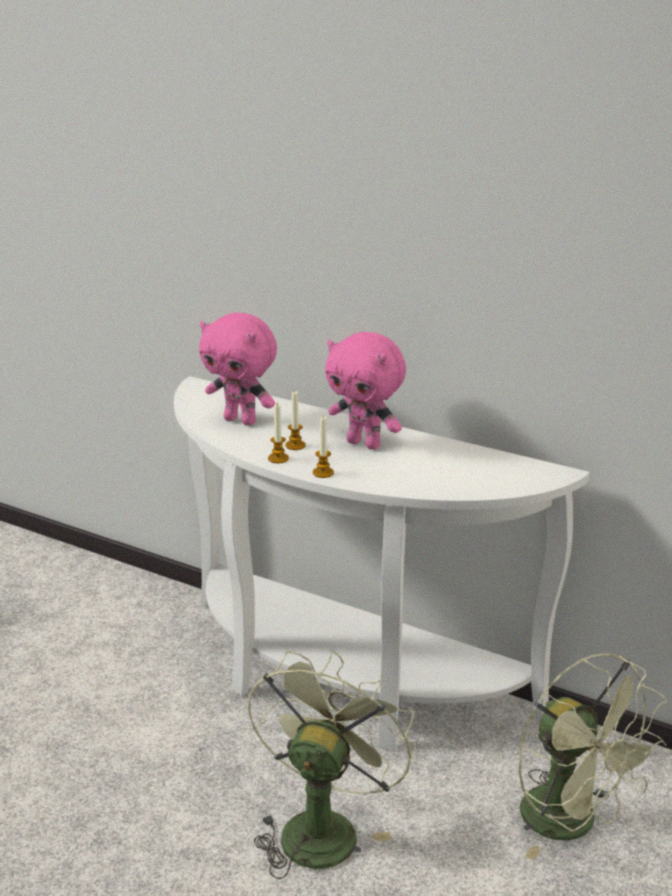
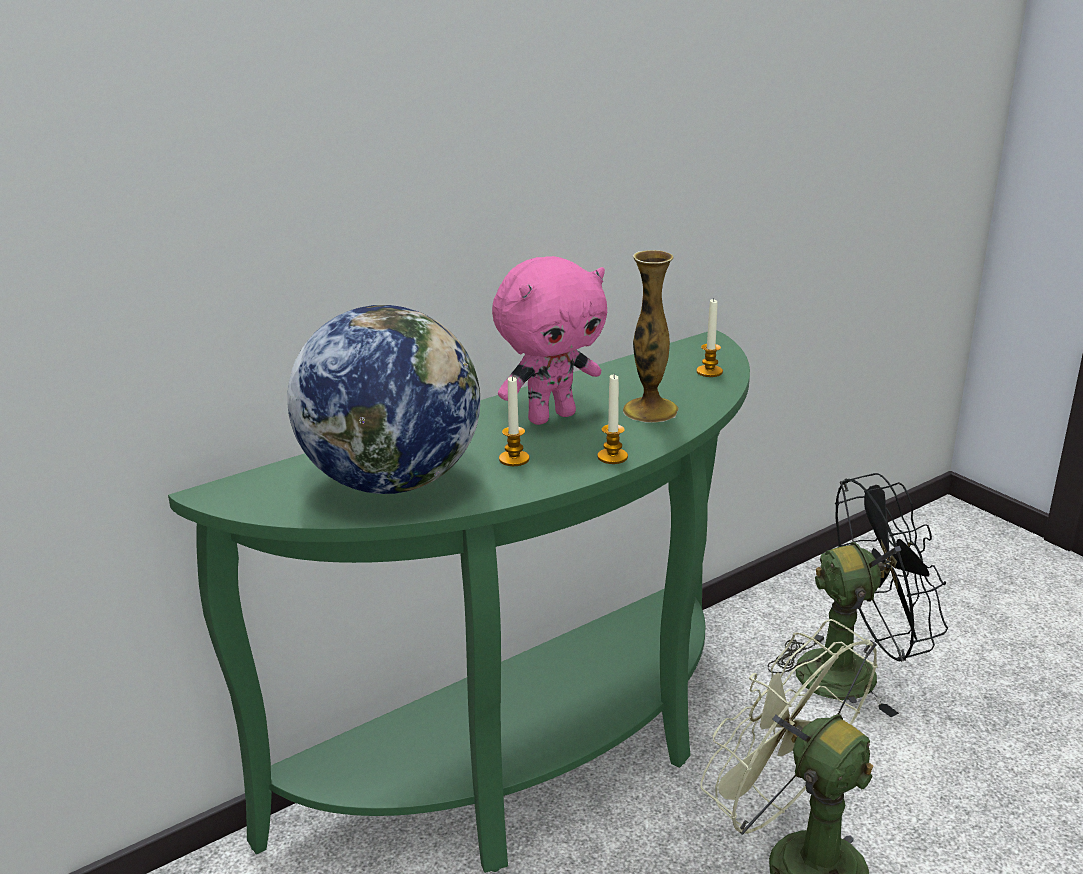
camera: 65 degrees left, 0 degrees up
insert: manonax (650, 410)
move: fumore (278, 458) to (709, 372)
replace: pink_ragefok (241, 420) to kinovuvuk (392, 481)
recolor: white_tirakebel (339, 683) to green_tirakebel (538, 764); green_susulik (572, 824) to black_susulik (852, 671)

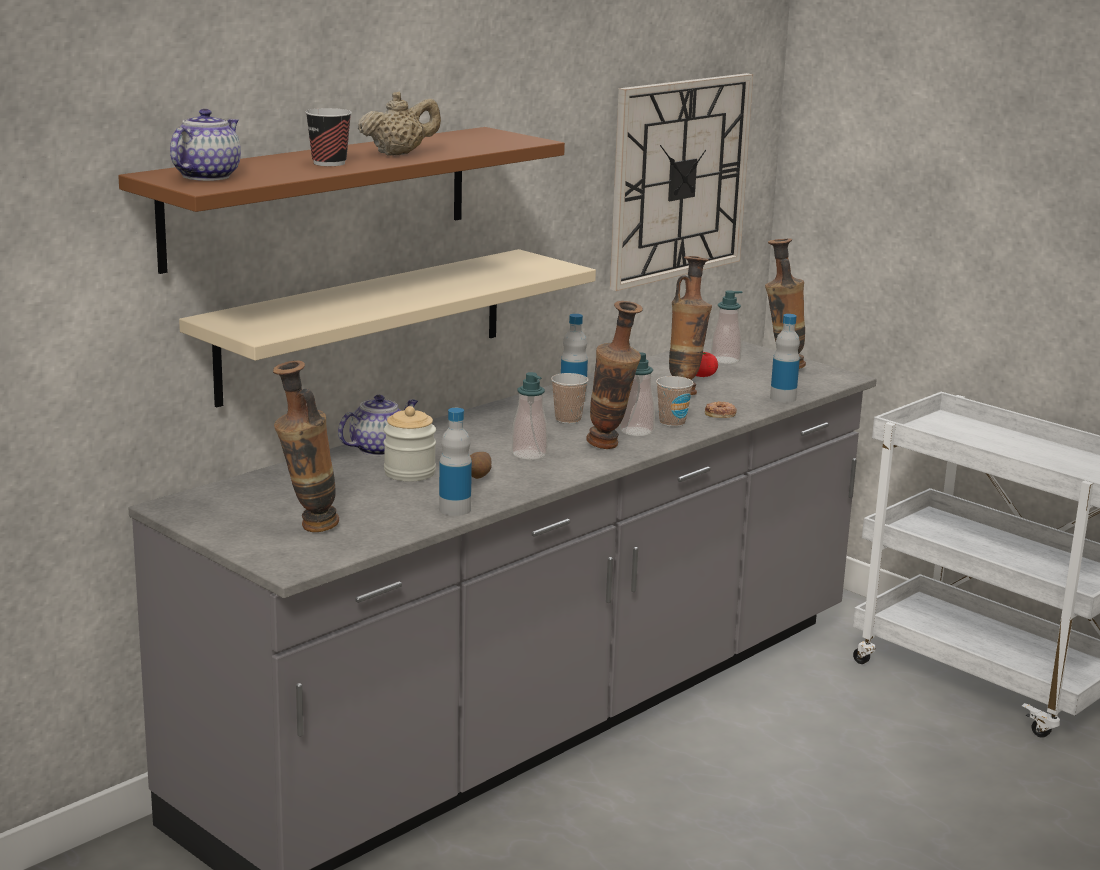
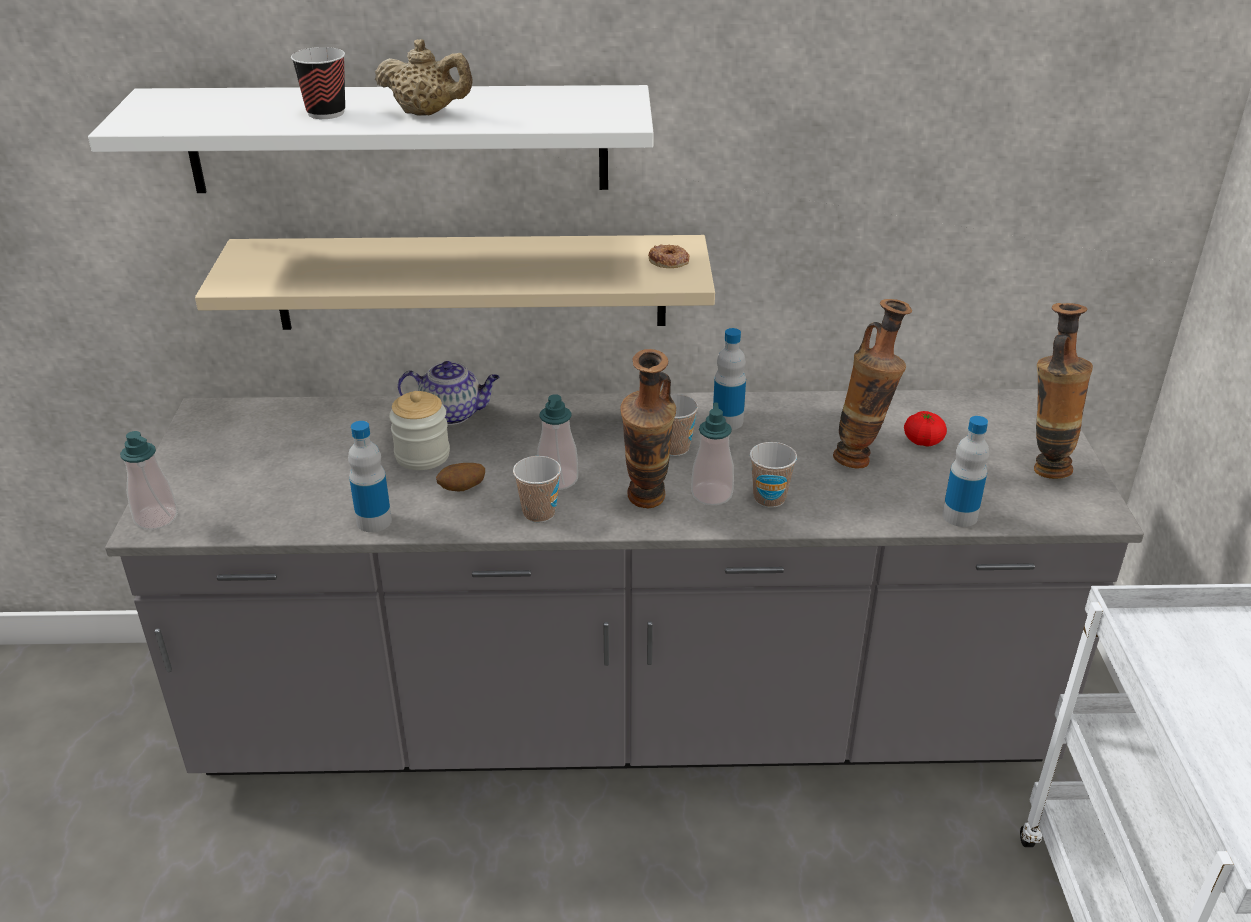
camera: 45 degrees right, 15 degrees up
delete: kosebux (207, 176); manonax (307, 528); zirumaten (679, 179)
insert: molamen (539, 513)
move: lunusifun (720, 414) to (668, 261); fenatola (725, 360) to (156, 518)
recolor: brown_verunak (319, 196) to white_verunak (398, 139)

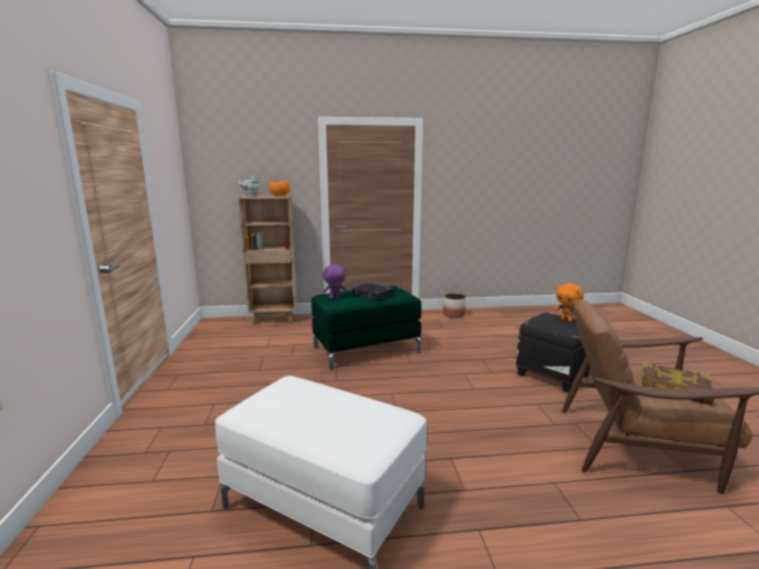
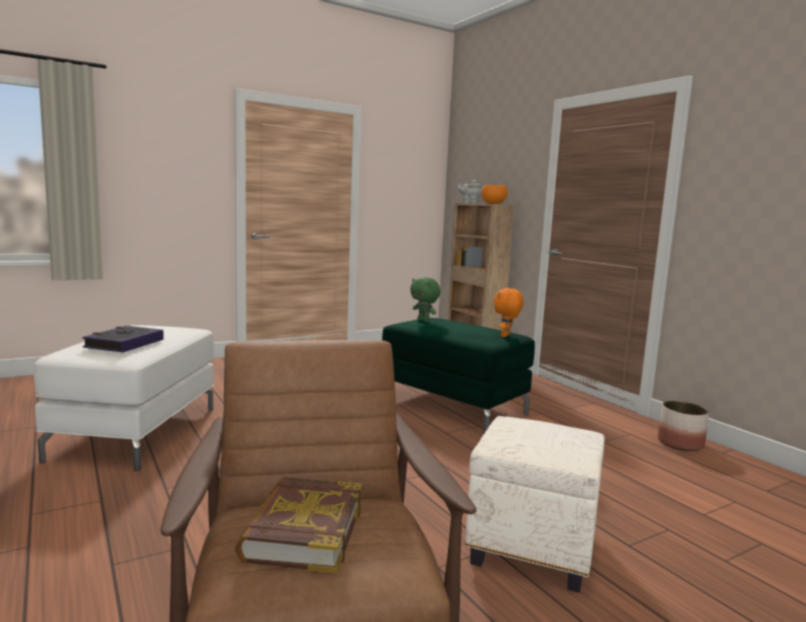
camera: 65 degrees right, 5 degrees down
move: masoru (372, 294) to (124, 344); orange_ragefok (566, 320) to (506, 336)
recolor: purple_ragefok (335, 298) to green_ragefok (424, 320); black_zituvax (554, 375) to white_zituvax (532, 548)

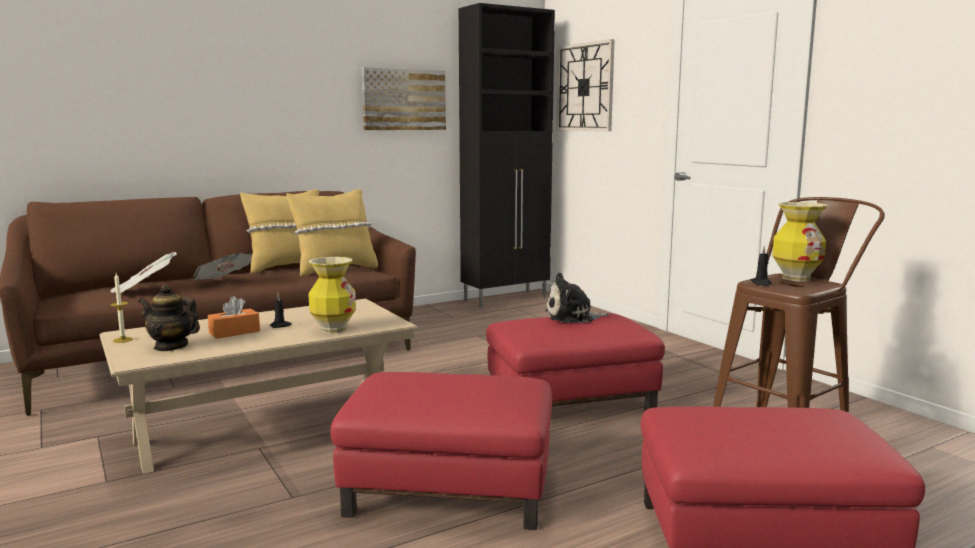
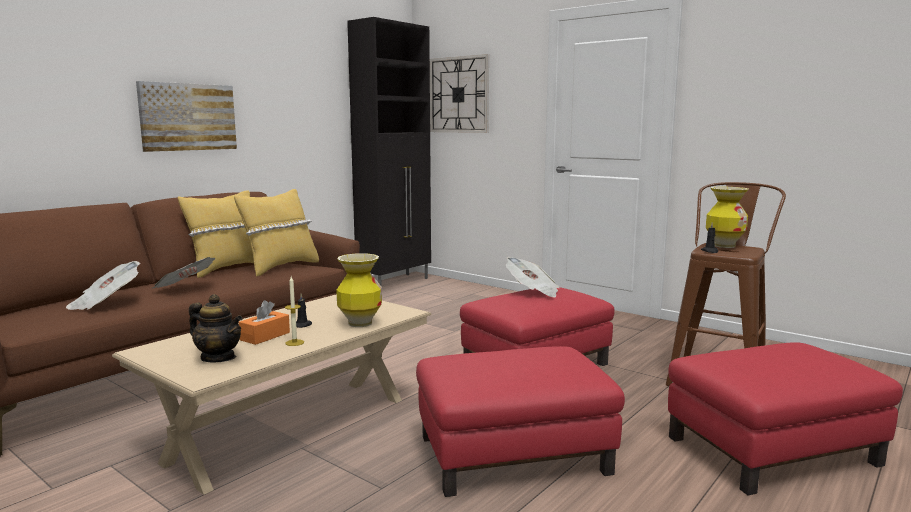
camera: 20 degrees left, 0 degrees up
move: fumore (123, 340) to (294, 342); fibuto (403, 99) to (187, 117)
replace: ragefok (573, 317) to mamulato (533, 291)
rotate: kosebux (171, 346) = (218, 358) 150 degrees counterclockwise

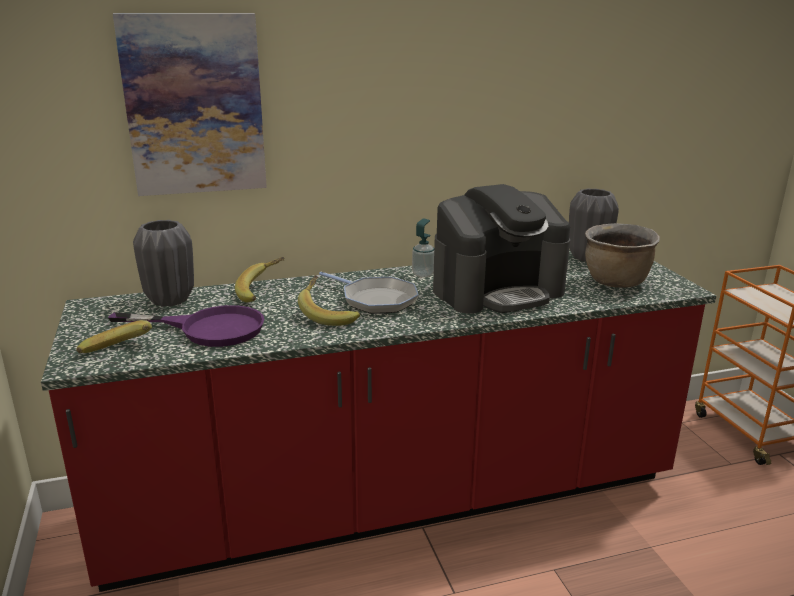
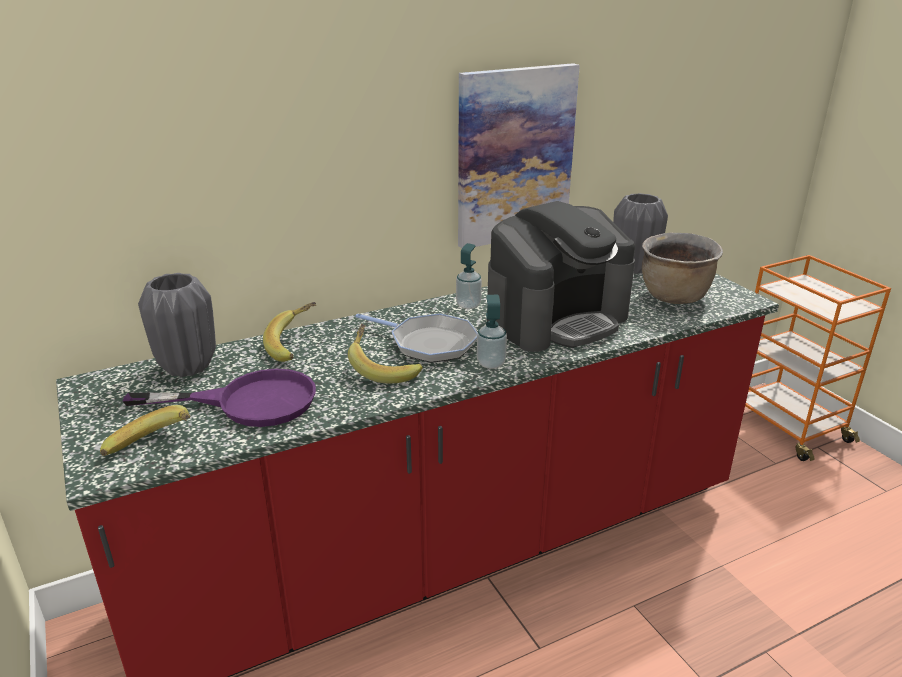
camera: 10 degrees left, 5 degrees up
insert: fenatola (491, 363)
move: fibuto (194, 105) to (514, 156)

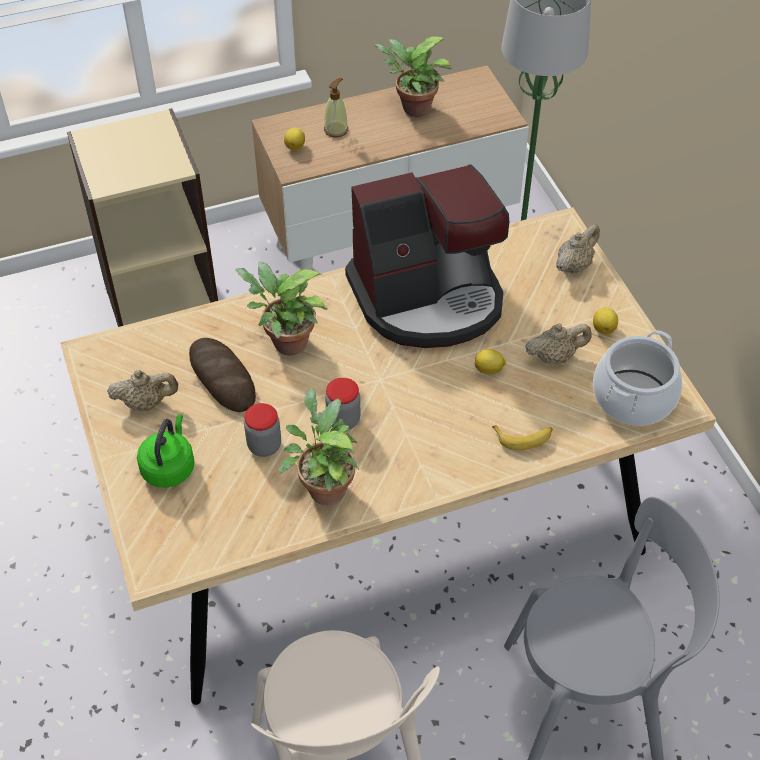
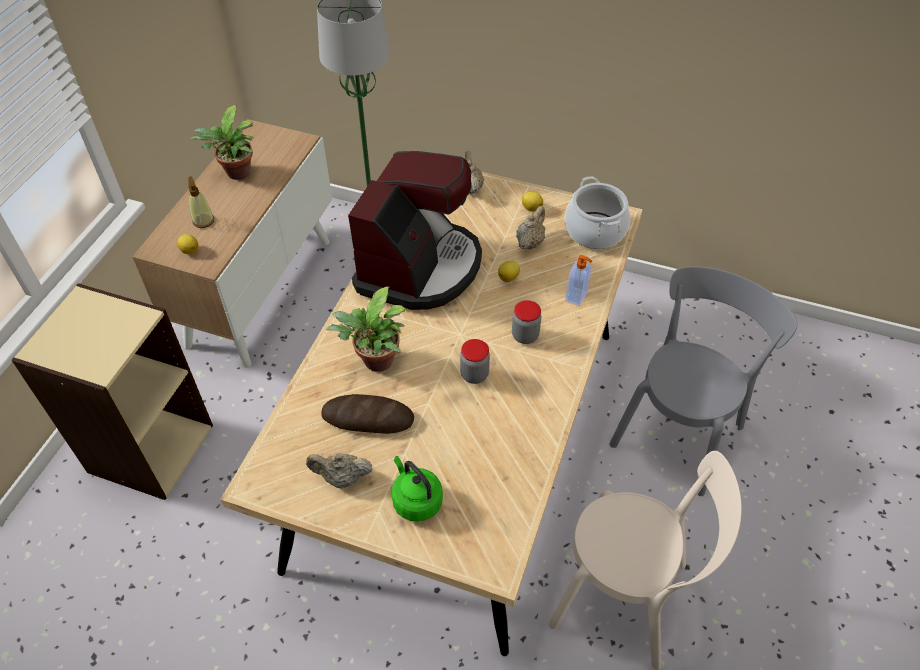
camera: 50 degrees left, 0 degrees up
delete: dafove (324, 486)
move: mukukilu (264, 446) to (525, 335)
replace: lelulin (524, 438) to fenatola (577, 297)
rotate: beige_kosebux (146, 403) = (342, 478) 120 degrees counterclockwise

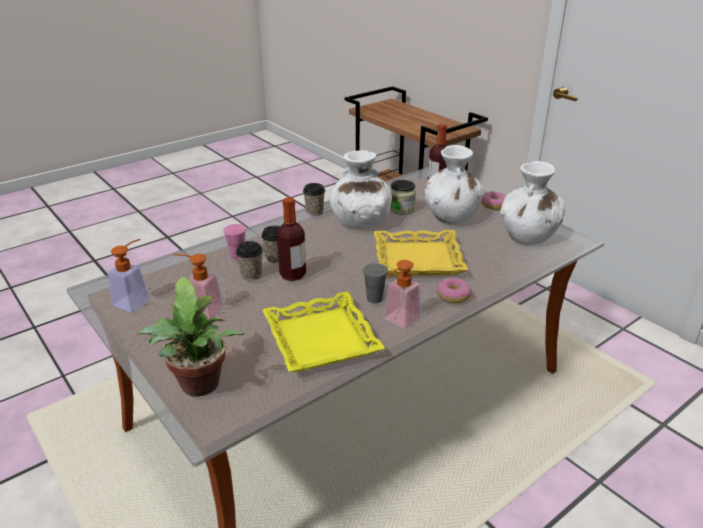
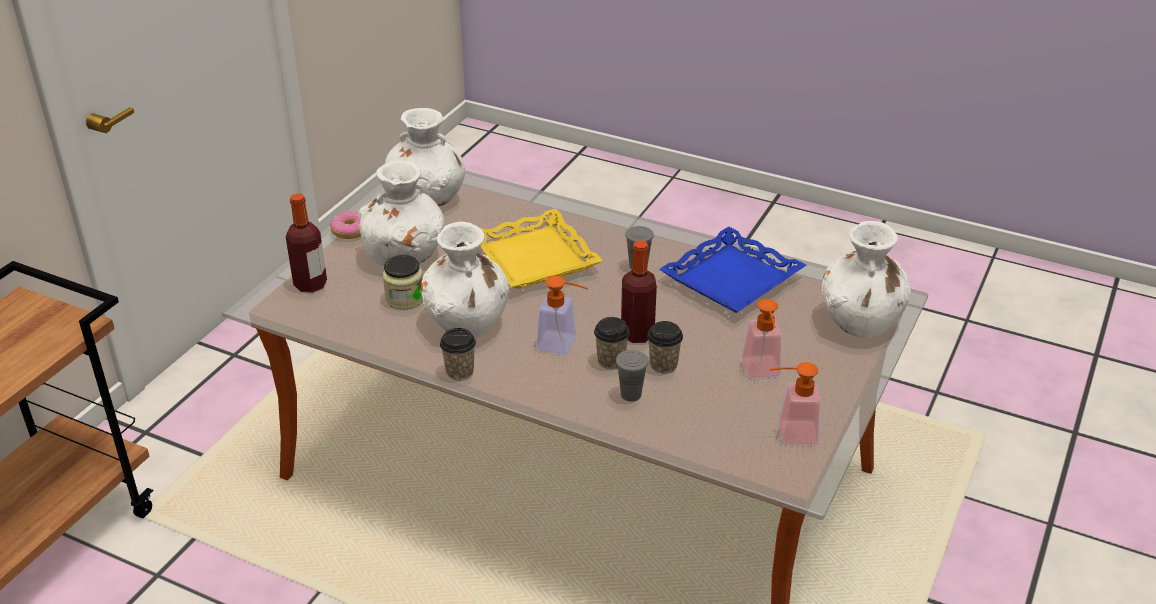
camera: 115 degrees left, 5 degrees up
delete: lunusifun (453, 296)
move: fenatola (398, 322) to (563, 345)
replace: dafove (200, 387) to white_manonax (860, 322)
recolor: pink_molamen (237, 256) to grey_molamen (631, 394); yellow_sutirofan (322, 339) to blue_sutirofan (731, 278)

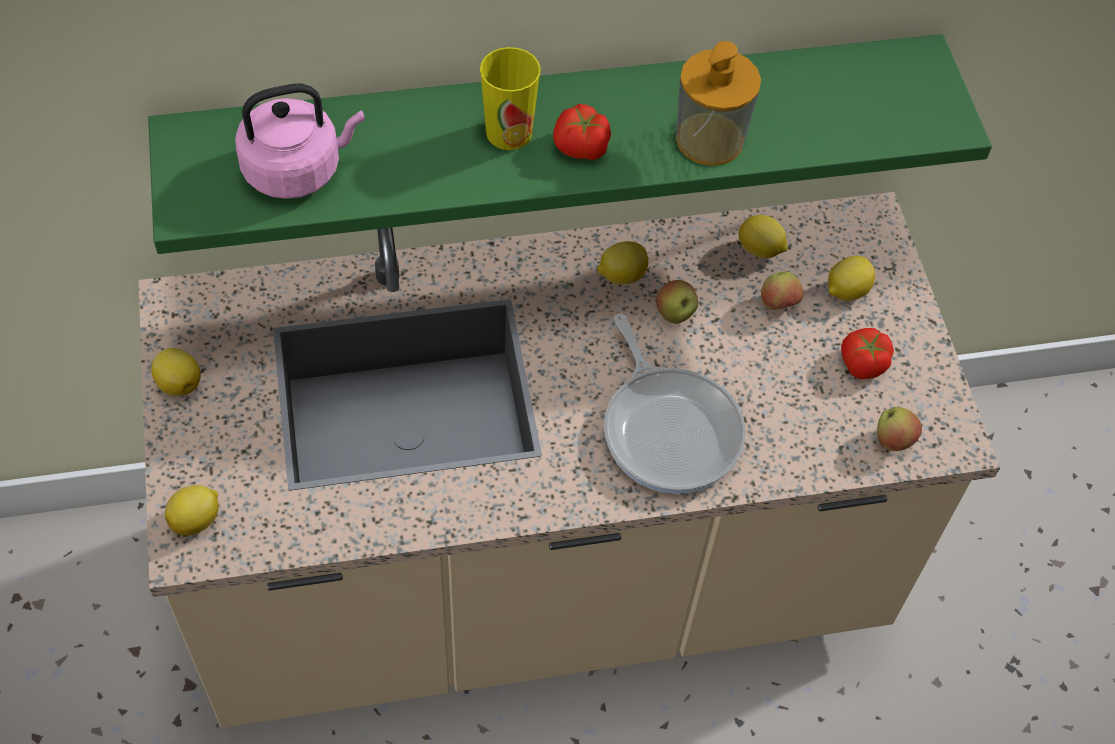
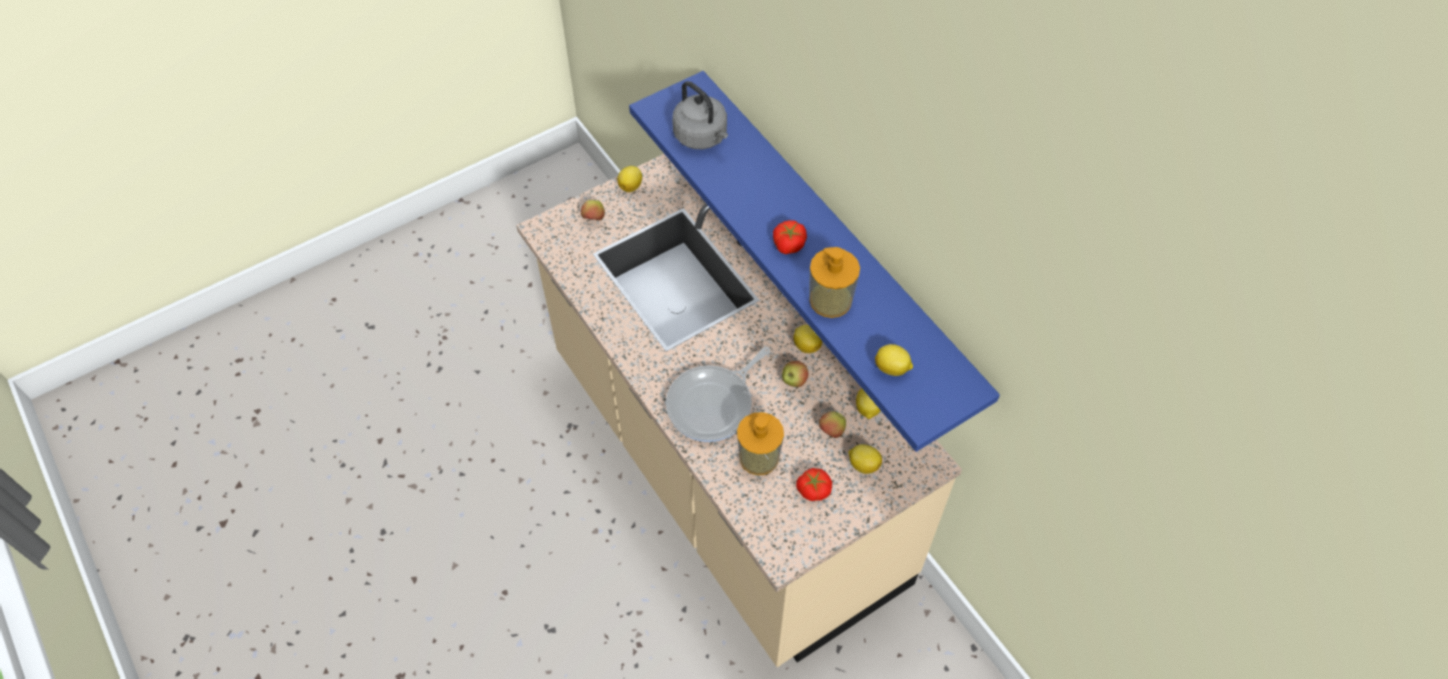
camera: 70 degrees right, 0 degrees up
delete: molamen (509, 132)
insert: fenatola (759, 457)
move: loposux (197, 520) to (892, 369); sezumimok (893, 440) to (594, 219)
recolor: green_verunak (556, 120) to blue_verunak (834, 242); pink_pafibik (297, 169) to grey_pafibik (702, 137)

